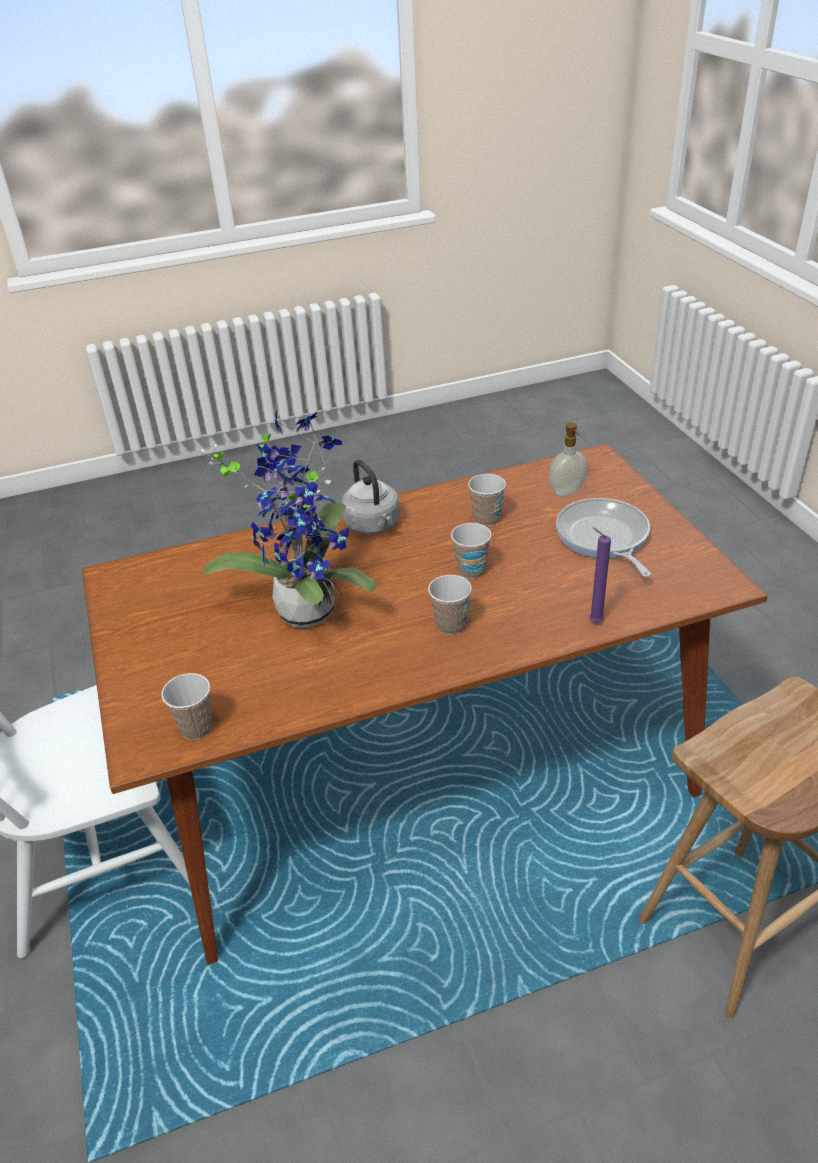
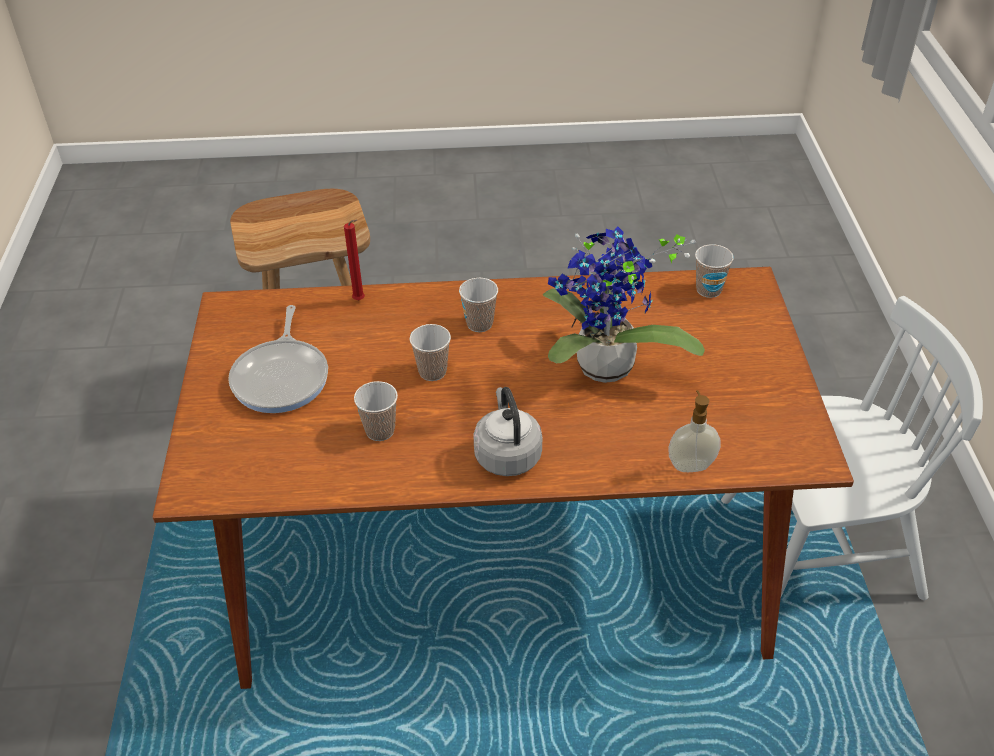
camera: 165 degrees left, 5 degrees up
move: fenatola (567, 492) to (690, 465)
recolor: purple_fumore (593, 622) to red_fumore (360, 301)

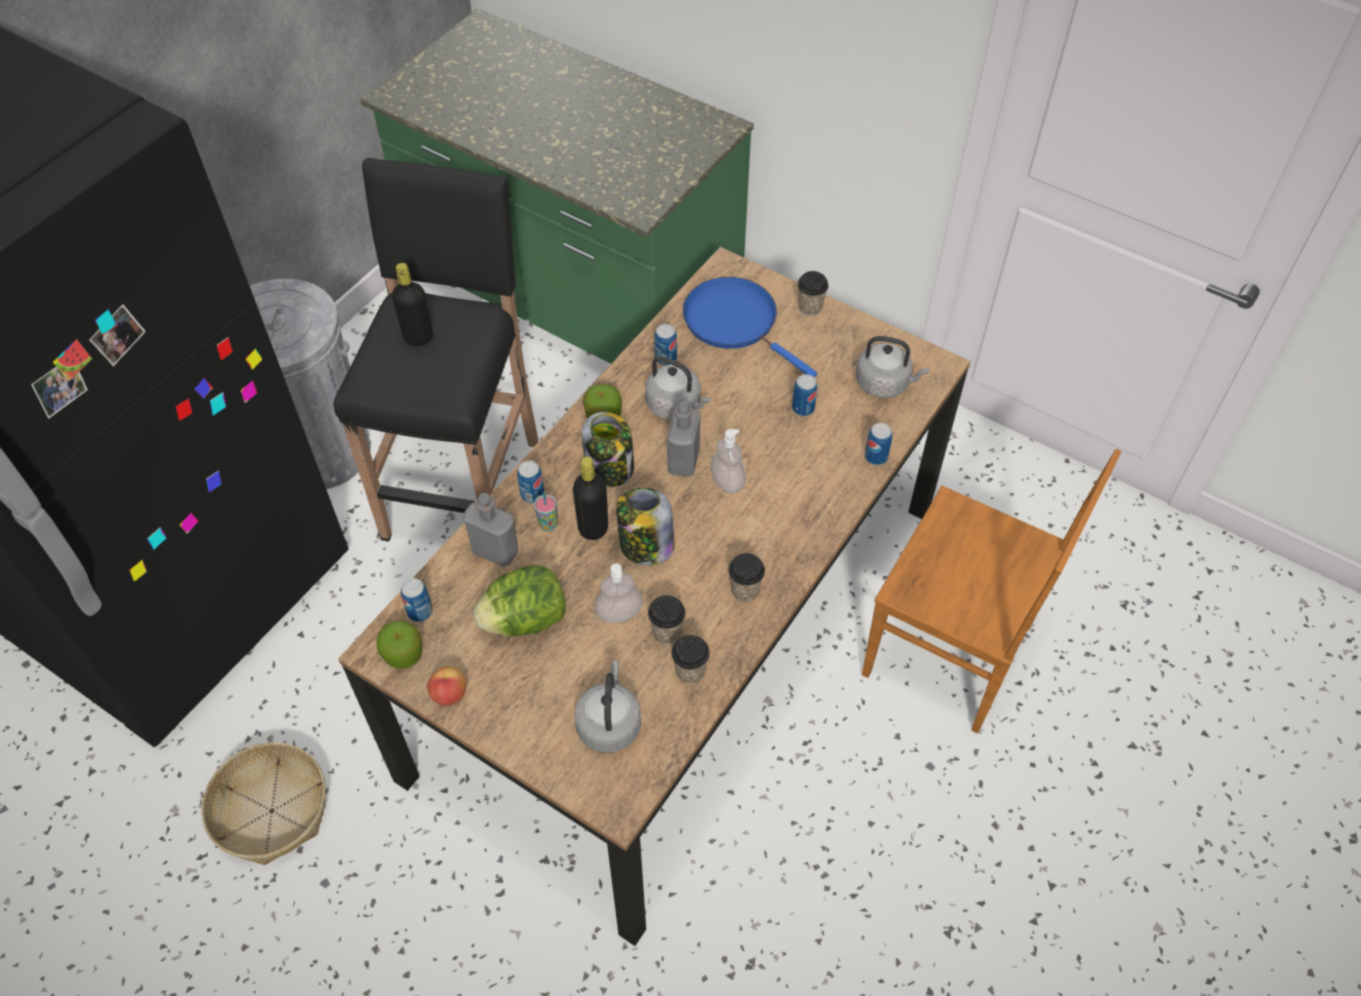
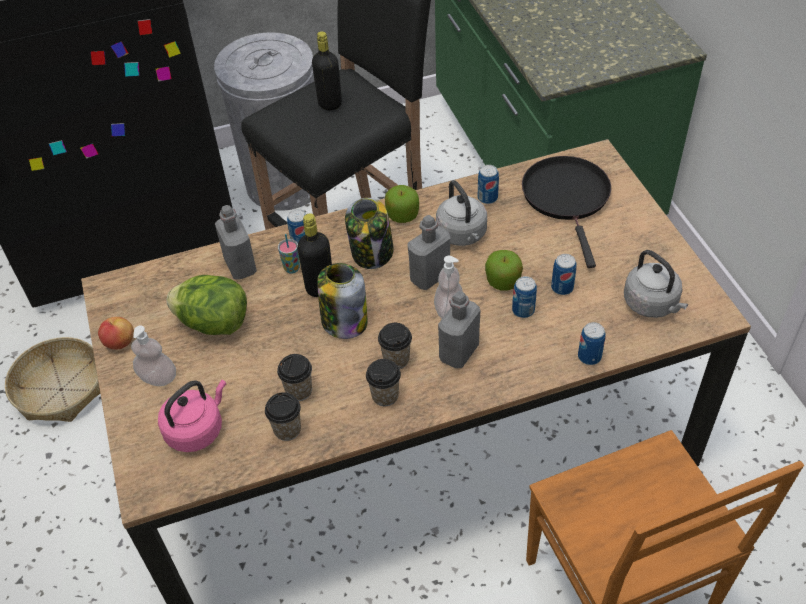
camera: 40 degrees right, 5 degrees down
insert: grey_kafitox (459, 352)
move: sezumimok (403, 654) to (503, 281); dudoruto (420, 611) to (523, 310); fenatola (619, 613) to (158, 378); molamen (810, 307) to (396, 359)
recolor: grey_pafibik (609, 723) to pink_pafibik (197, 429); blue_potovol (735, 322) to black_potovol (567, 198)

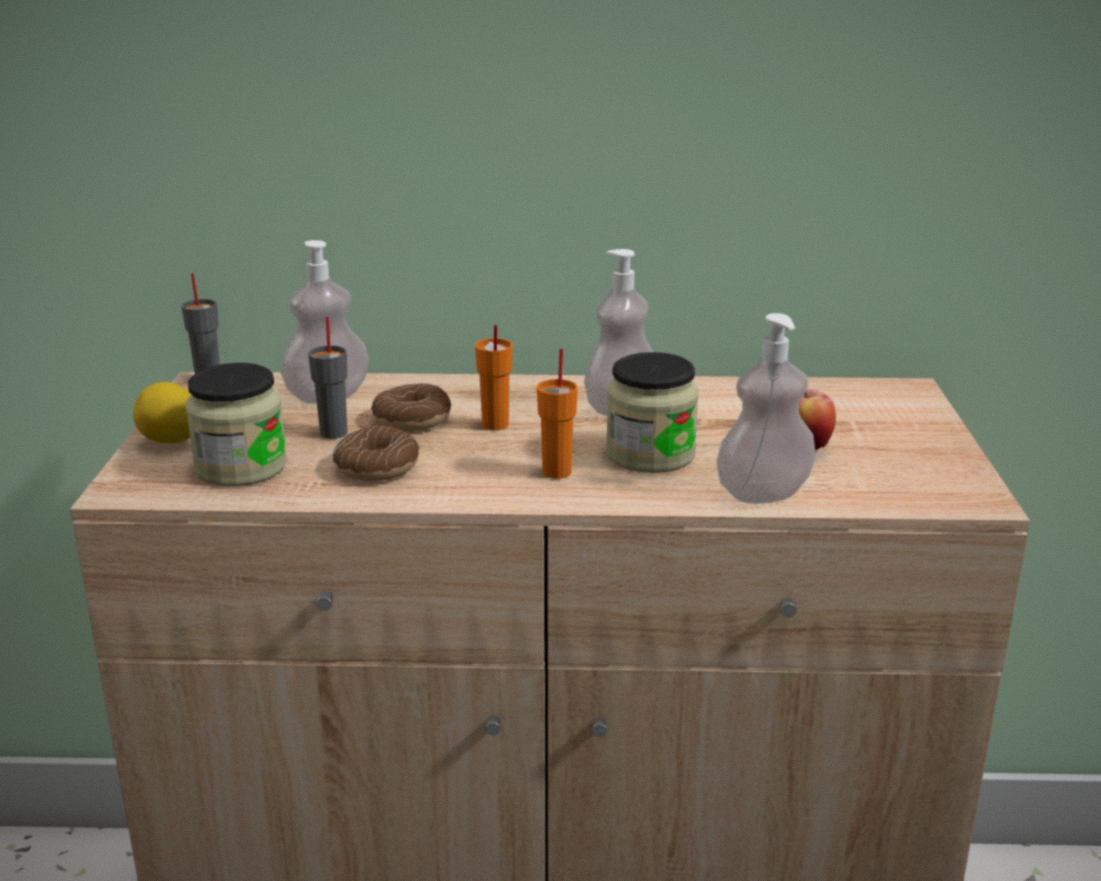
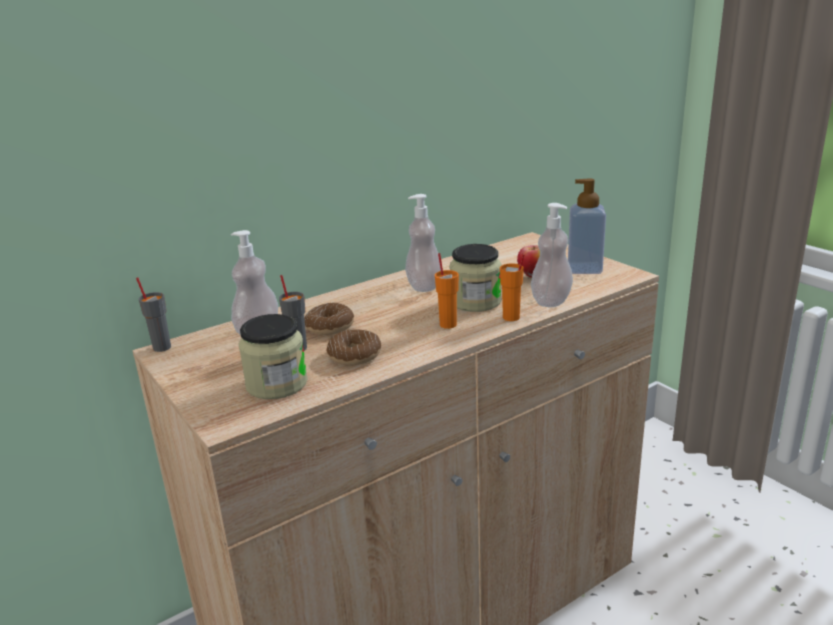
camera: 35 degrees left, 0 degrees up
delete: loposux (172, 441)
insert: fenatola (584, 269)
move: orange_molamen (494, 425) to (511, 318)

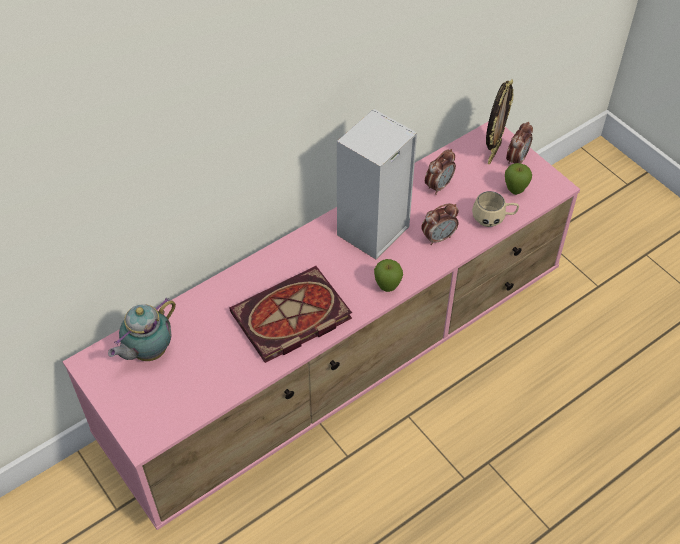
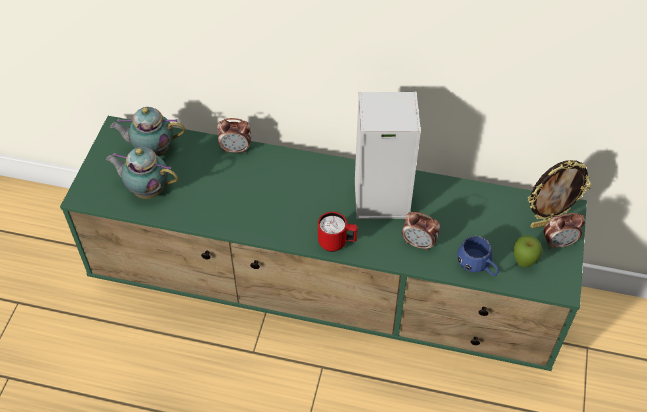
camera: 50 degrees right, 0 degrees up
delete: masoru (289, 319)
insert: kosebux (147, 190)
move: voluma (438, 186) to (236, 149)
replace: sezumimok (387, 288) to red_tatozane (337, 243)
recolor: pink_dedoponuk (342, 364) to green_dedoponuk (326, 294); beige_tatozane (493, 219) to blue_tatozane (477, 267)

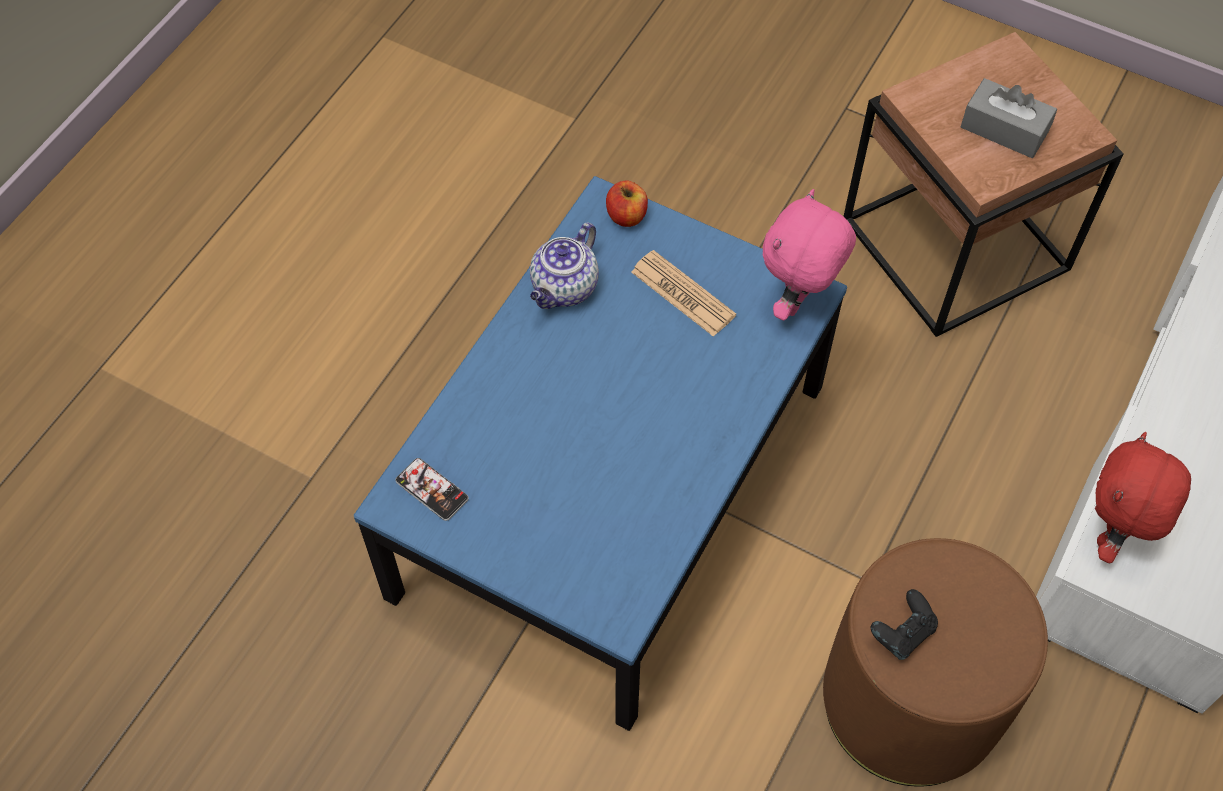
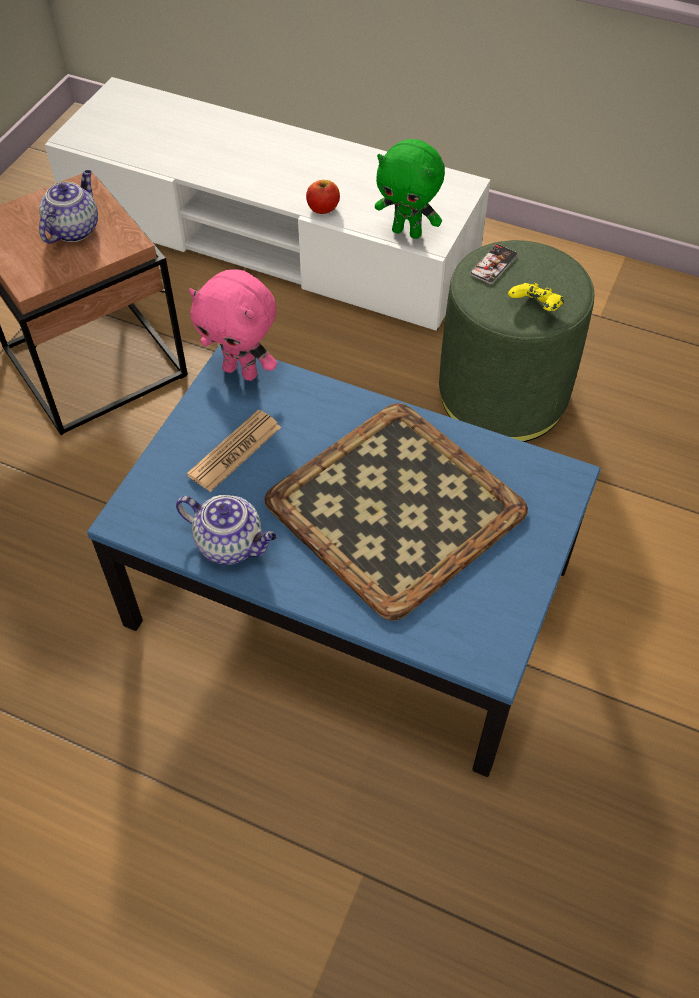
camera: 95 degrees left, 5 degrees down
insert: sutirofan (395, 504)
move: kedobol (432, 489) to (493, 265); sezumimok (626, 215) to (323, 208)
replace: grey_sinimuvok (1004, 129) to kosebux (73, 229)
recolor: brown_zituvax (909, 702) to green_zituvax (503, 395); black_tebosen (902, 632) to yellow_tebosen (535, 308); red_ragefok (1112, 536) to green_ragefok (407, 232)

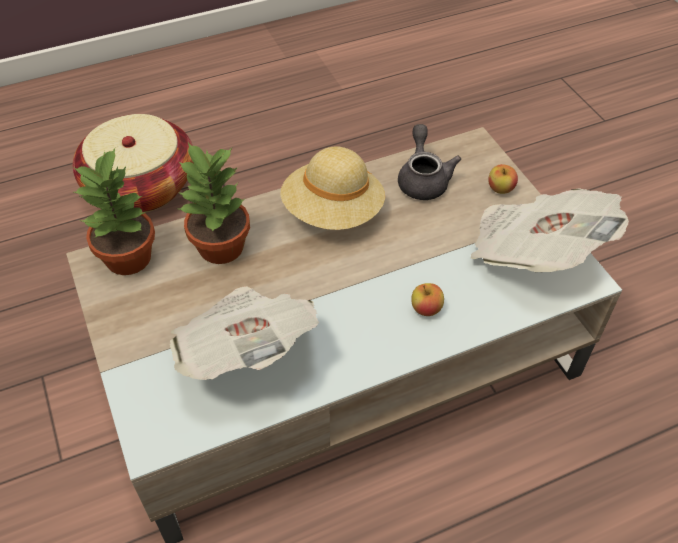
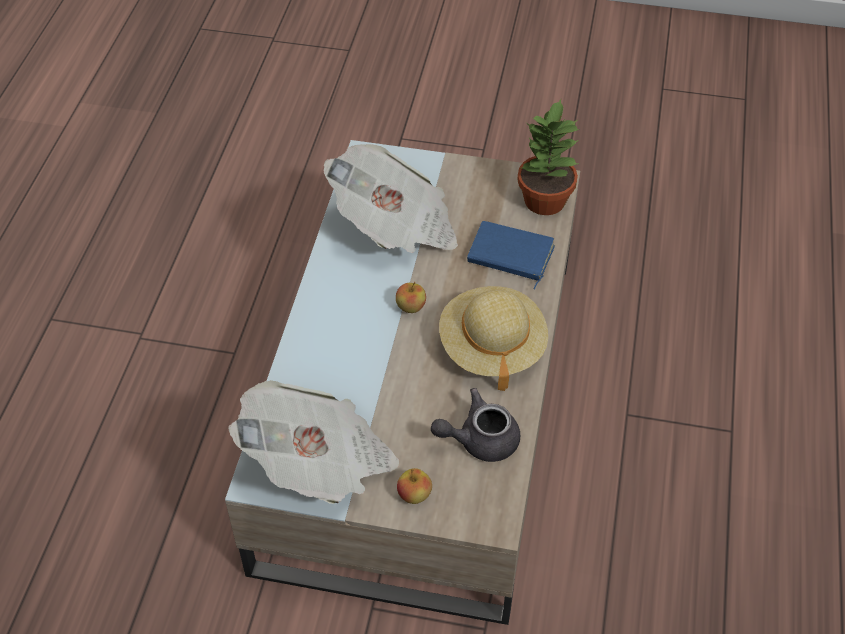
camera: 125 degrees right, 0 degrees up
delete: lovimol (141, 186)
move: sezumimok (426, 309) to (410, 307)
replace: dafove (221, 248) to blue_masoru (509, 256)
rotate: grey_kosebux (423, 179) = (479, 440) 135 degrees clockwise

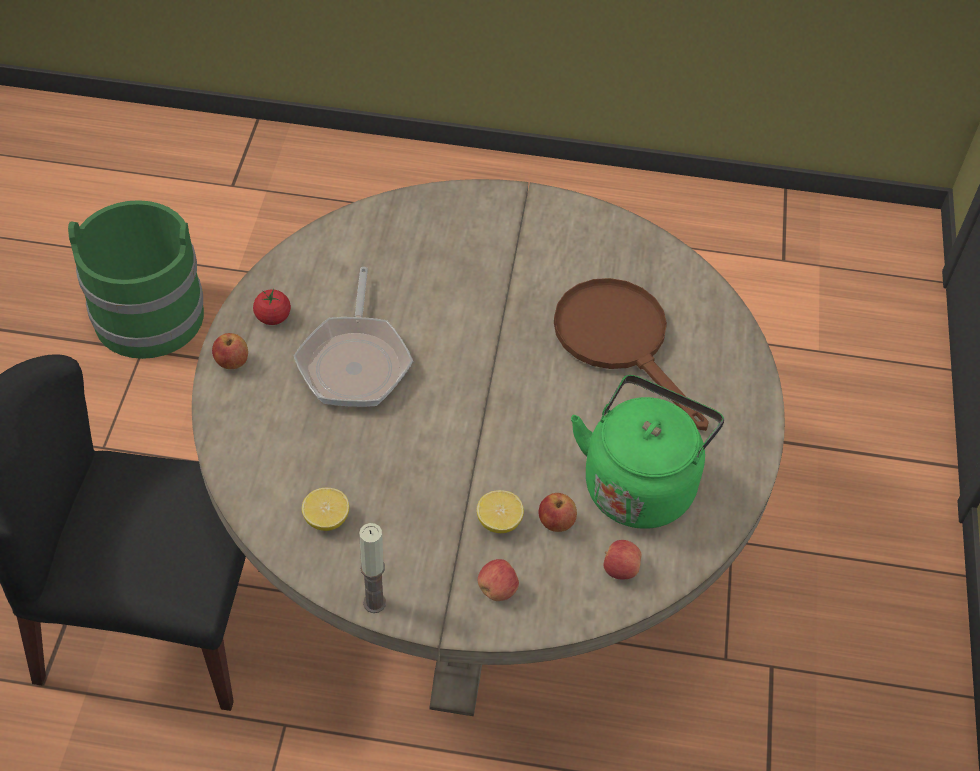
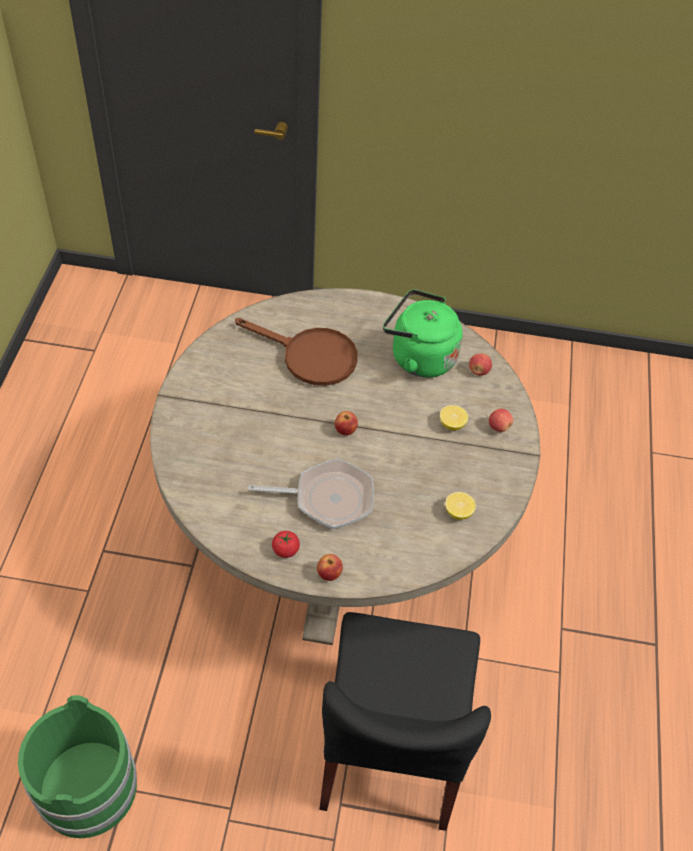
camera: 90 degrees left, 0 degrees up
delete: fumore (374, 603)
move: sezumimok (556, 523) to (345, 430)
rotate: brown_potovol (620, 341) = (310, 357) 120 degrees counterclockwise

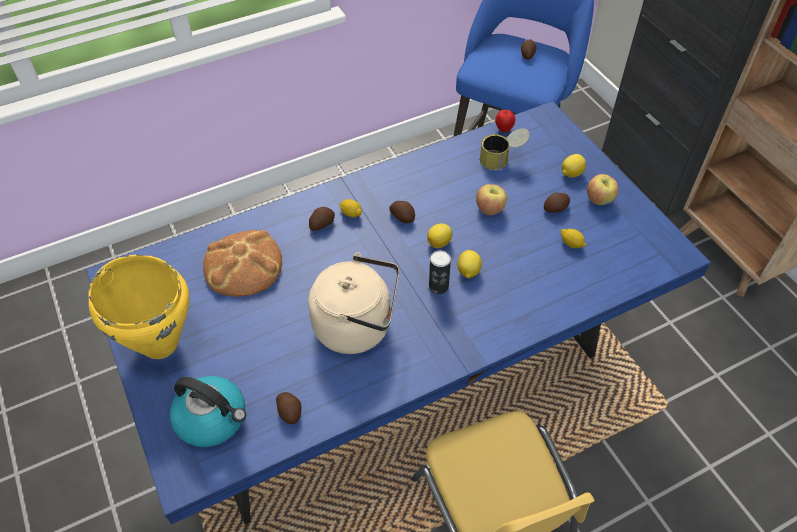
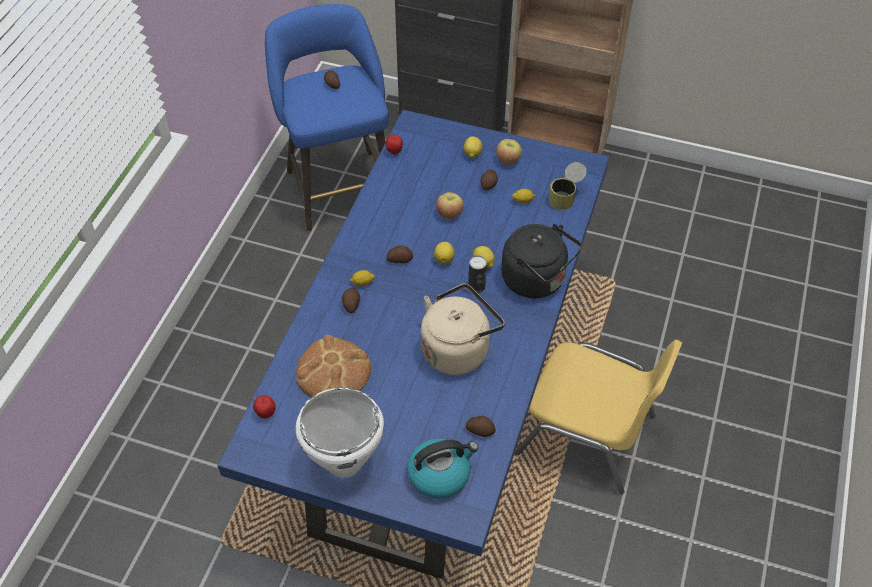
camera: 45 degrees left, 0 degrees up
insert: sezumimok (266, 413); black_pafibik (537, 280)
move: dudoruto (502, 159) to (566, 196)
recolor: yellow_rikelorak (160, 343) to white_rikelorak (344, 463)

